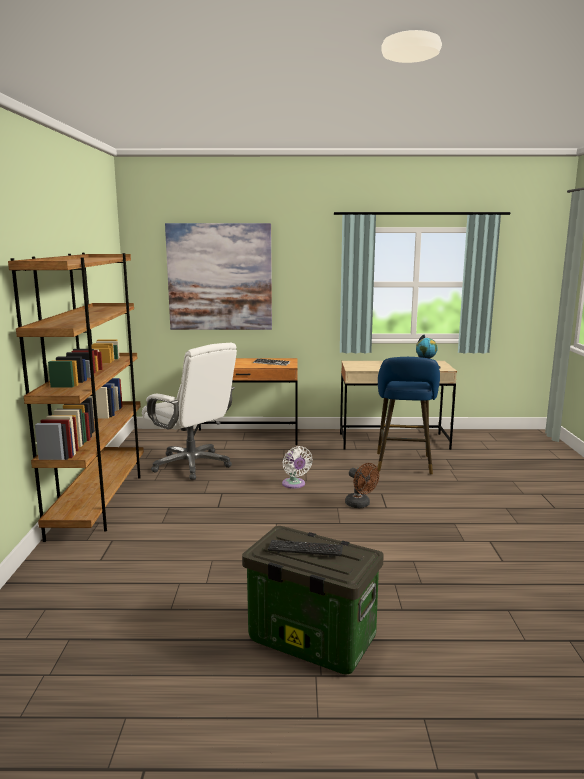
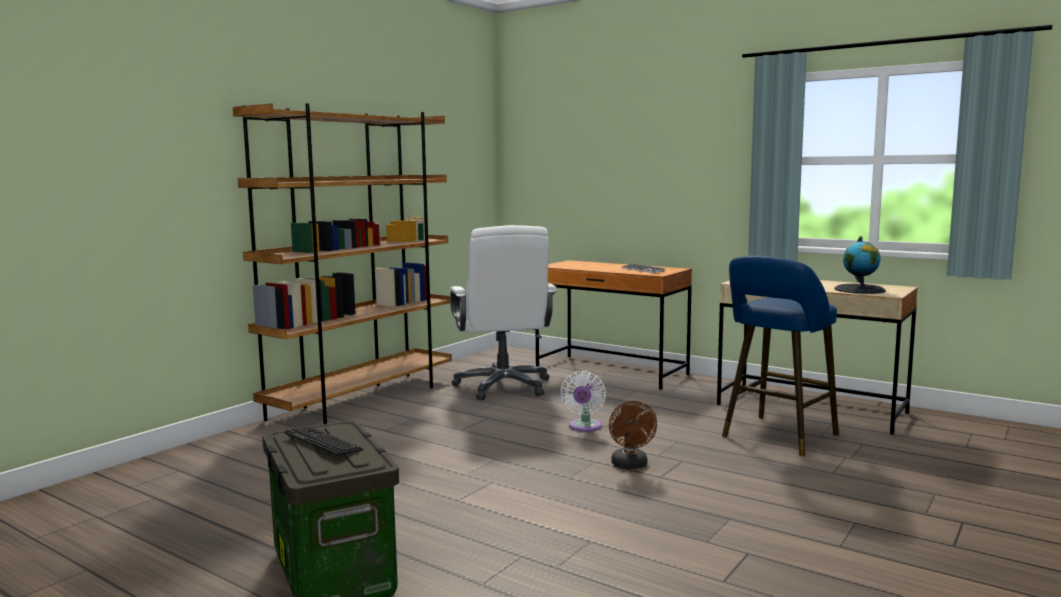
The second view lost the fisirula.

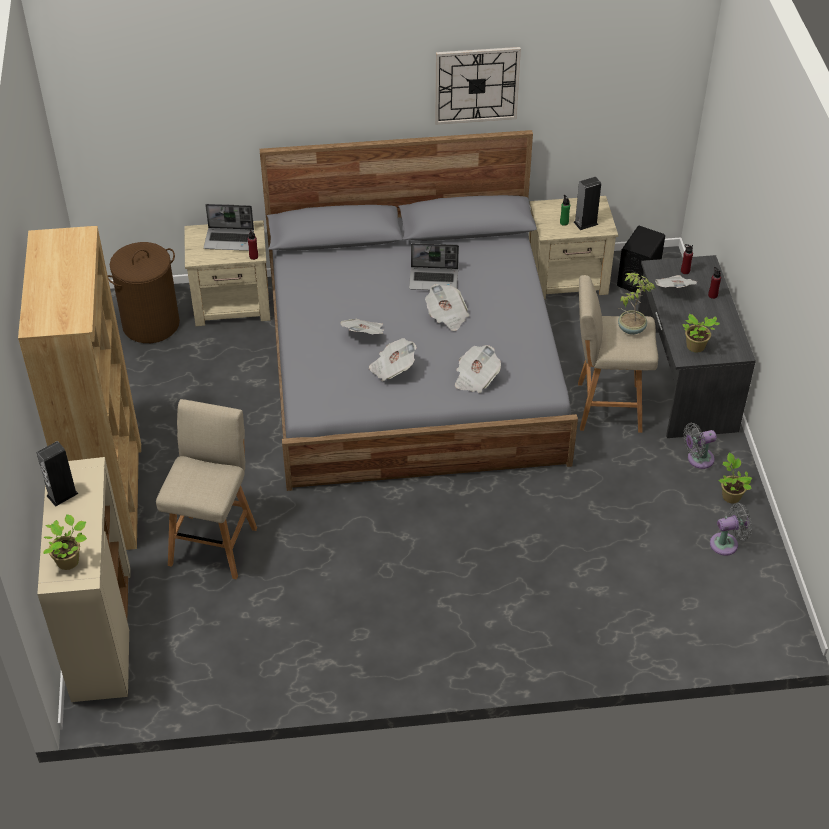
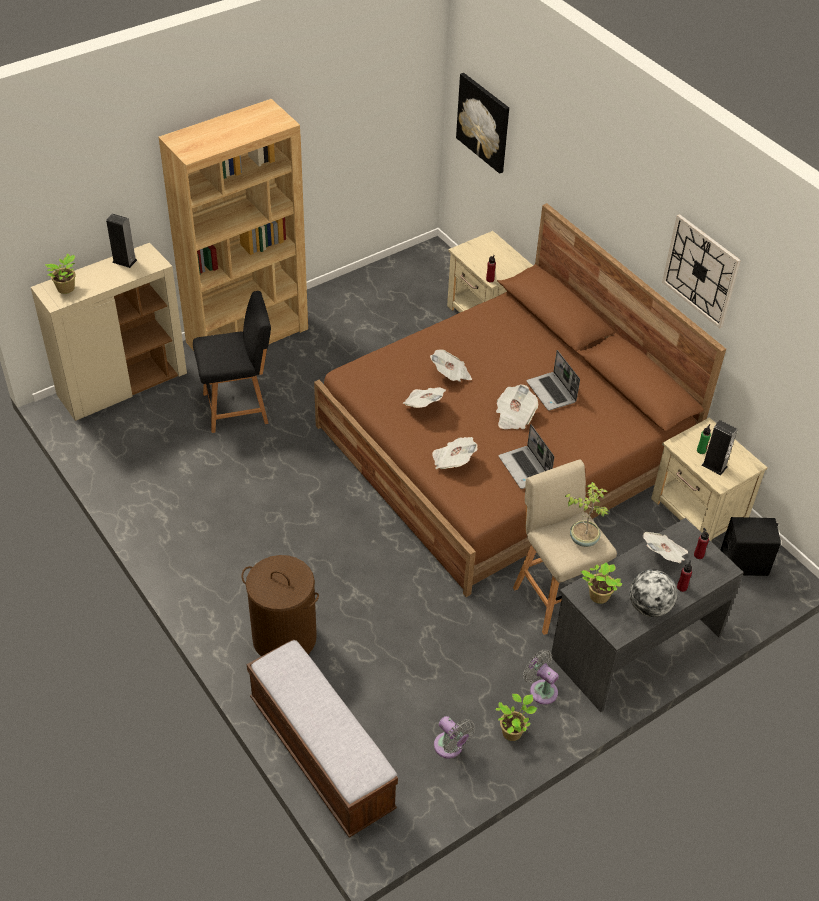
The second view gained the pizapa. The second view gained the fisirula. The second view gained the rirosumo. The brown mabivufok ended up elsewhere. The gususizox (no. 1 from left) ended up elsewhere. Where the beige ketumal (no. 1 from left) stood, the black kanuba came to stand. What was the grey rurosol turned into the brown rurosol.

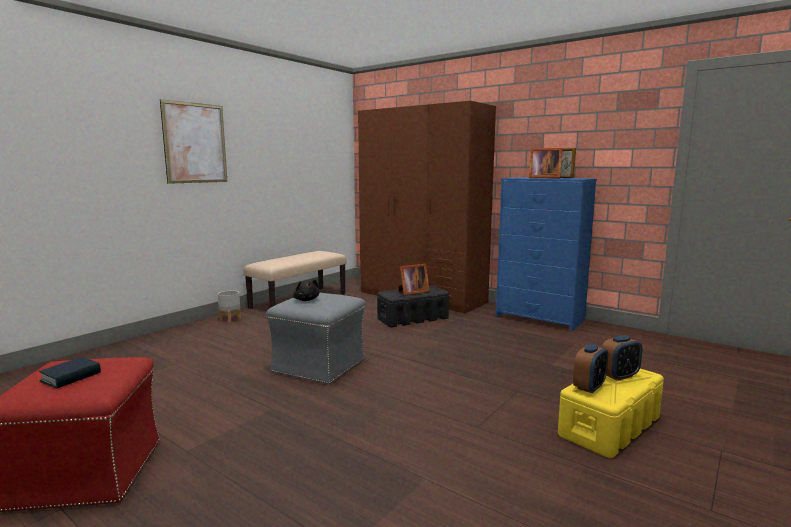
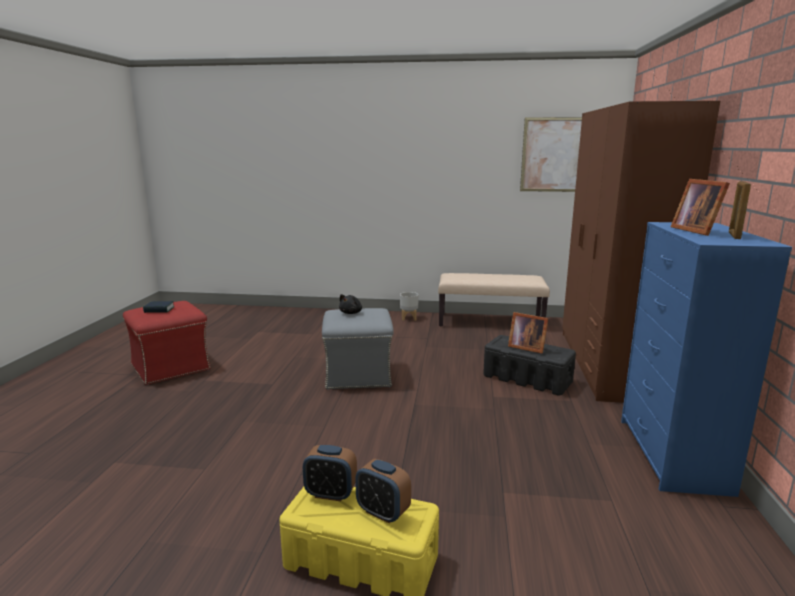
The fisirula ended up elsewhere.

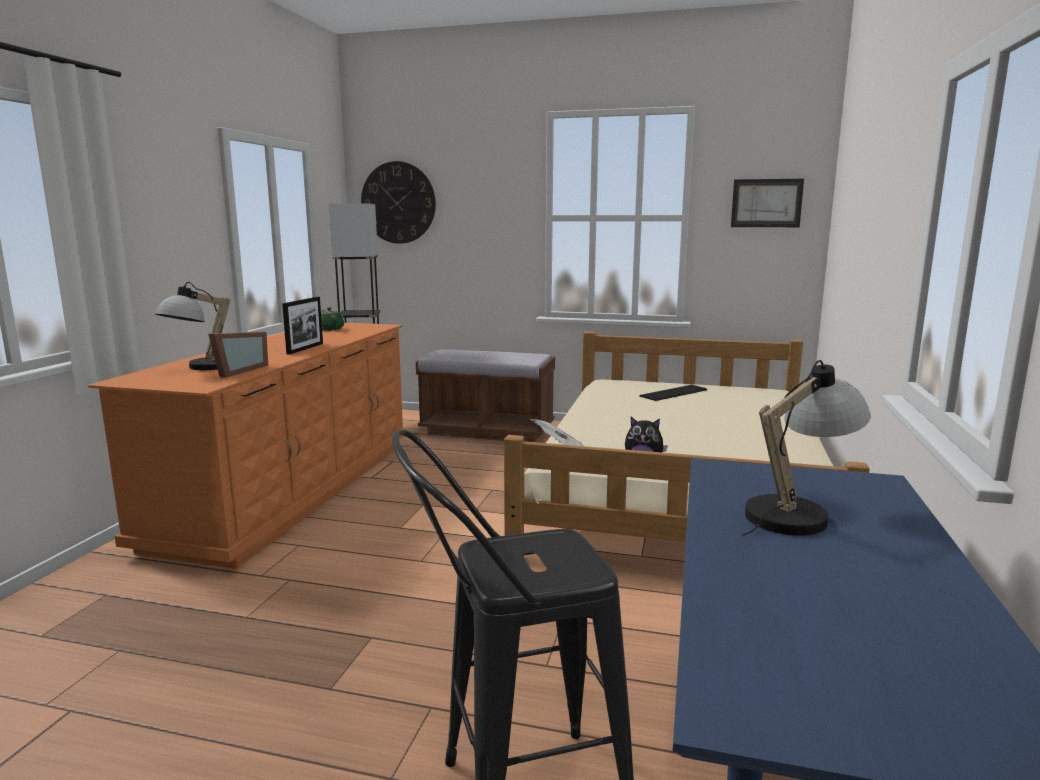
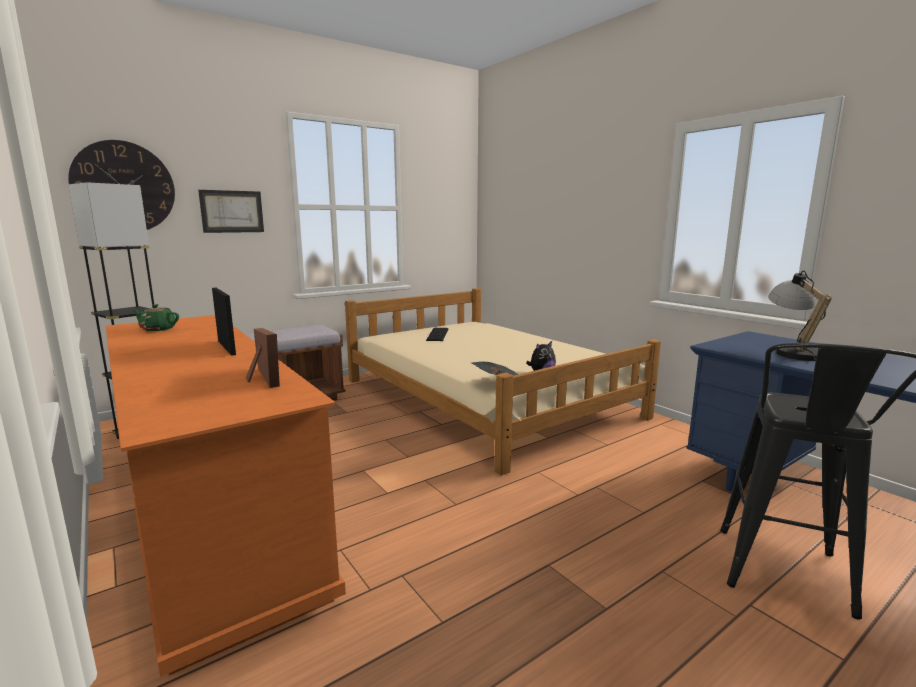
The second view lost the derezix (no. 1 from left). The fisirula ended up elsewhere.

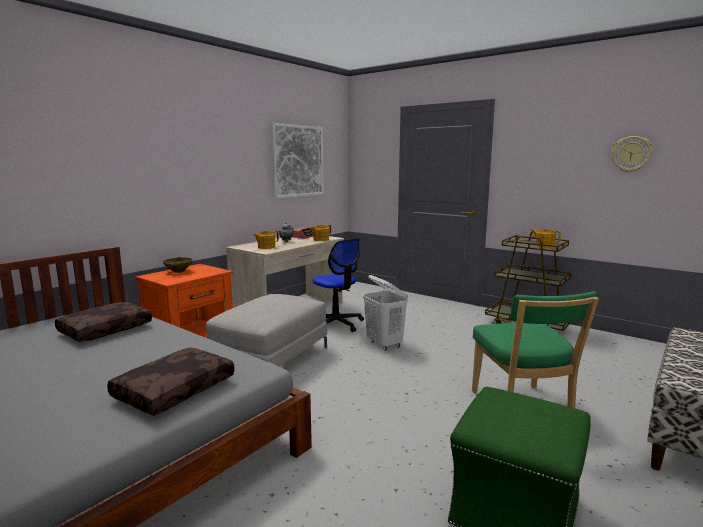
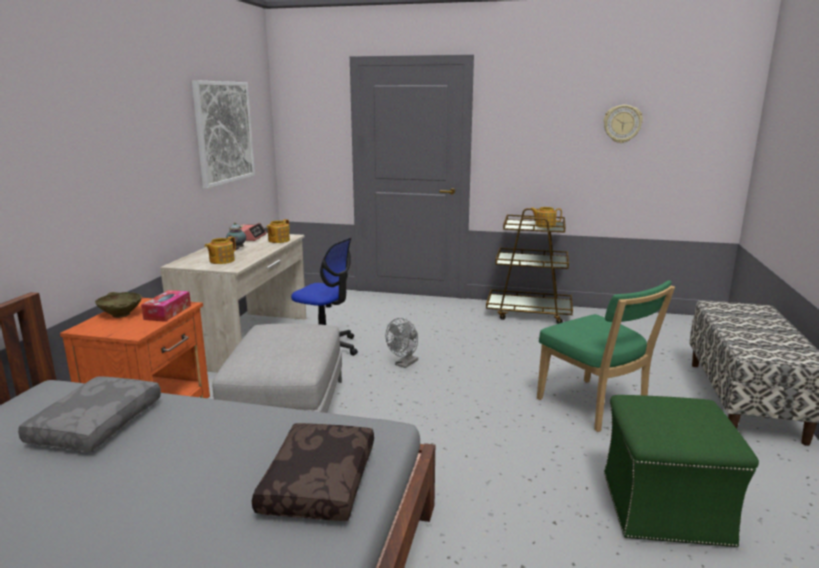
The second view gained the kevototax. Where the white mabivufok stood, the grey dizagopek came to stand. What was the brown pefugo (no. 1 from left) turned into the grey pefugo.

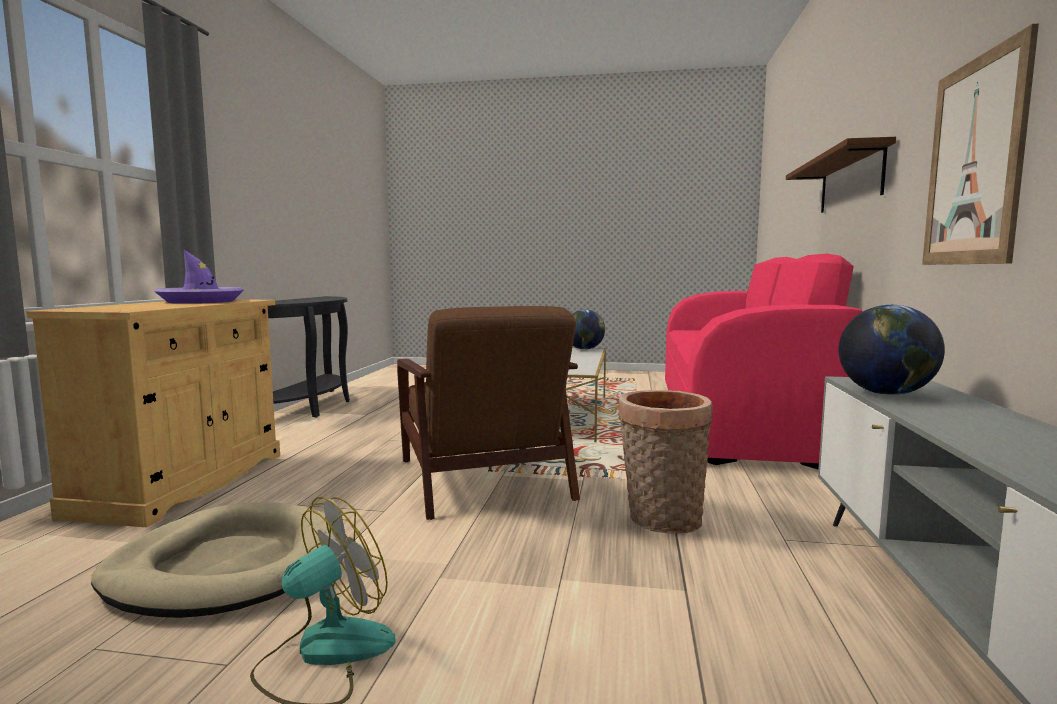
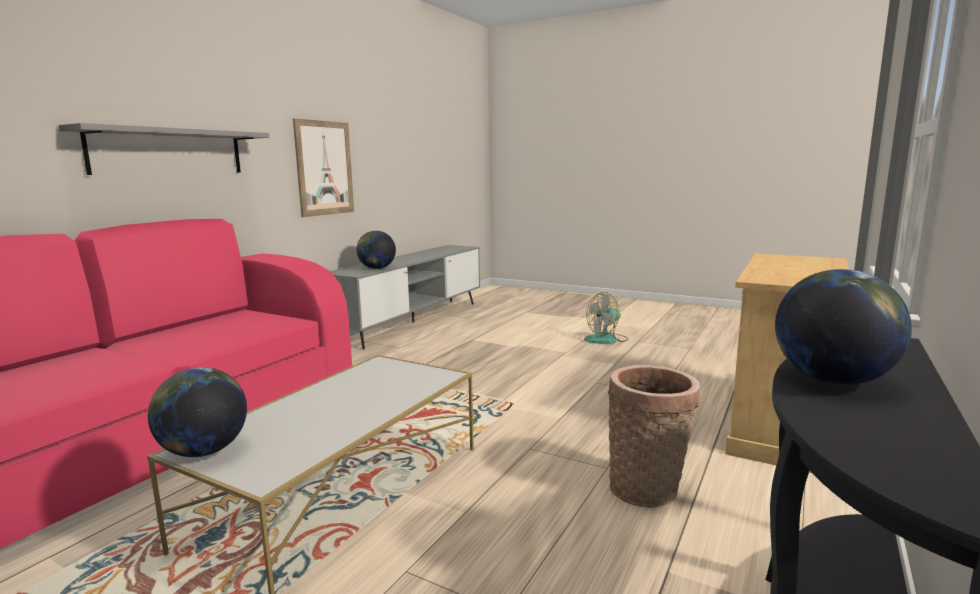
The second view lost the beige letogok. The second view lost the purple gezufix. The second view lost the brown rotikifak. The second view gained the rirosumo (no. 3 from left). The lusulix ended up elsewhere. What was the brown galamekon turned into the grey galamekon.

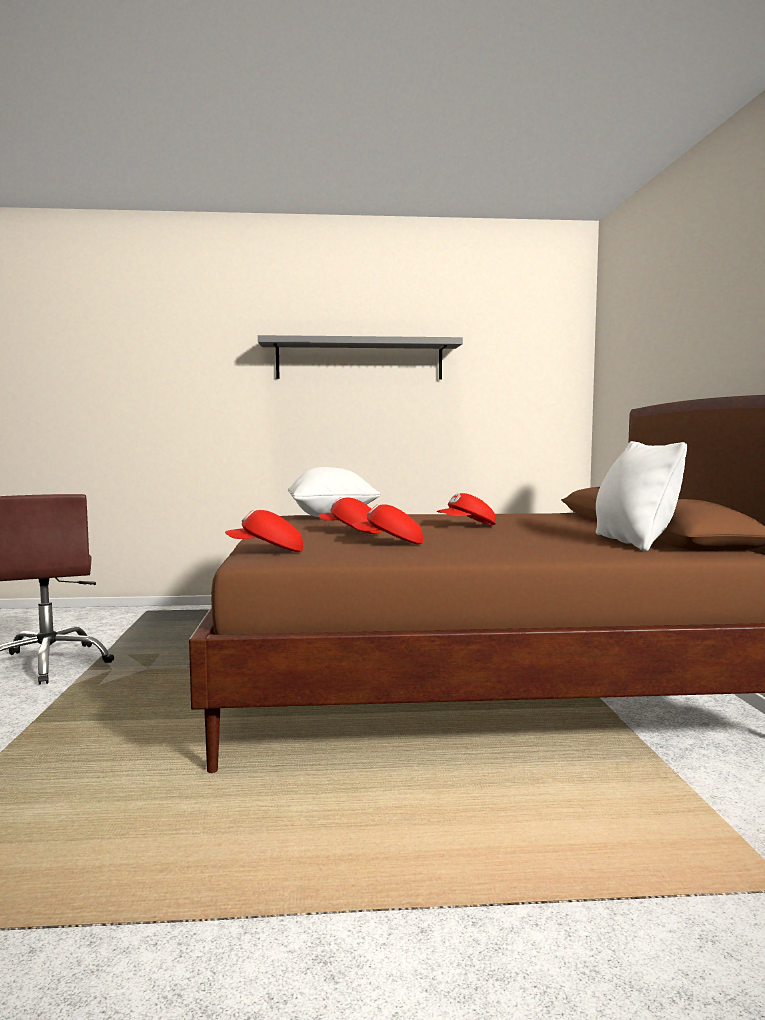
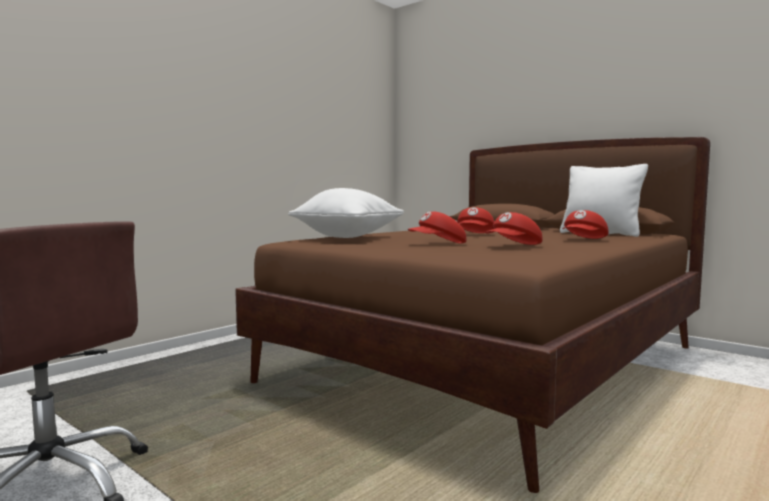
The second view lost the grey galamekon. The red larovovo (no. 1 from left in the first image) ended up elsewhere.

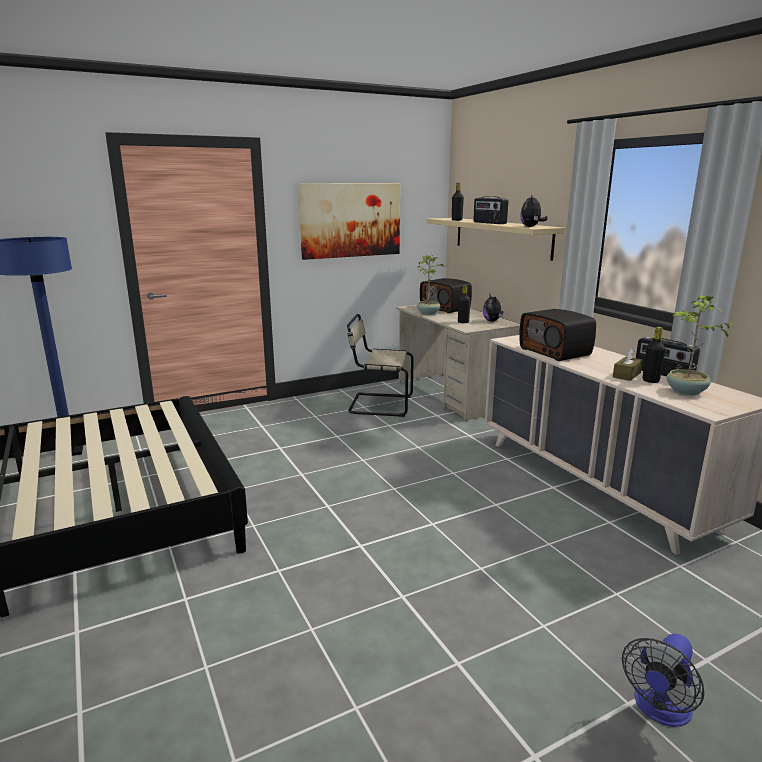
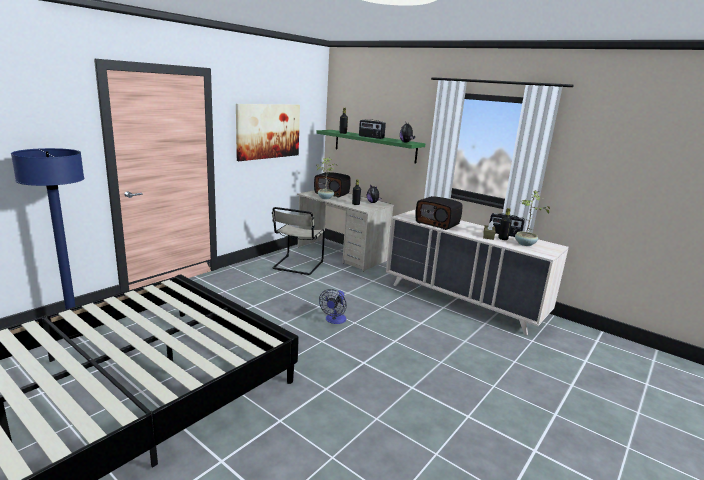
The dizagopek ended up elsewhere. What was the beige galamekon turned into the green galamekon. The beige kanuba ended up facing another way, 60 degrees counterclockwise from before.

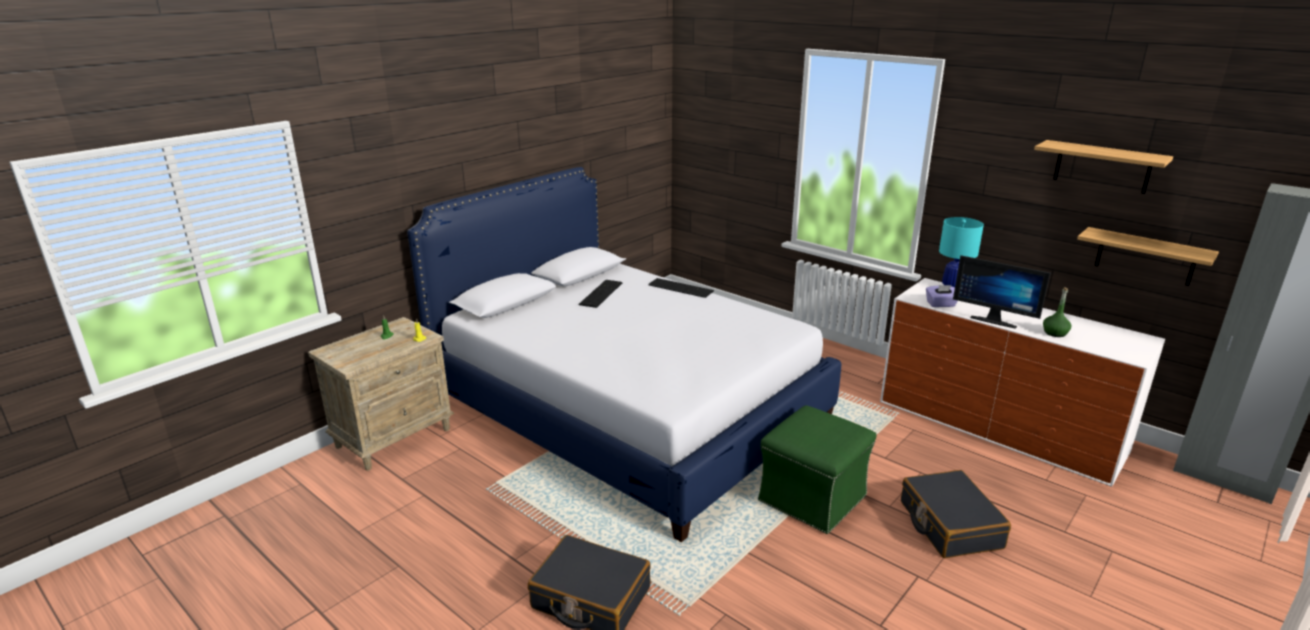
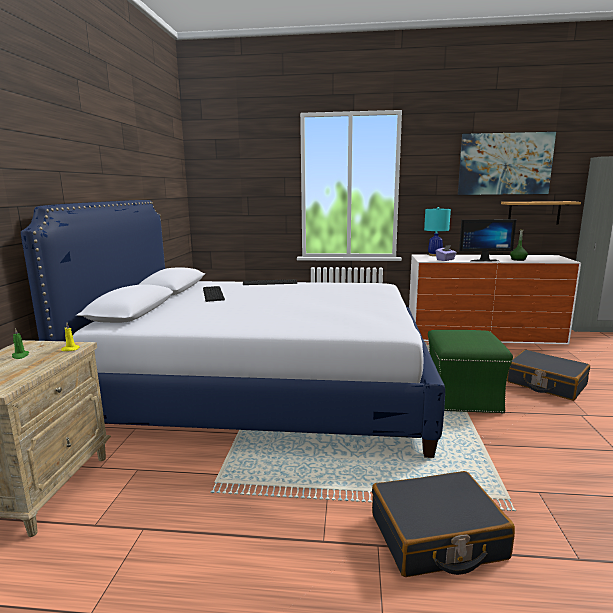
Where the galamekon (no. 1 from left) hung, the fisirula came to hang.

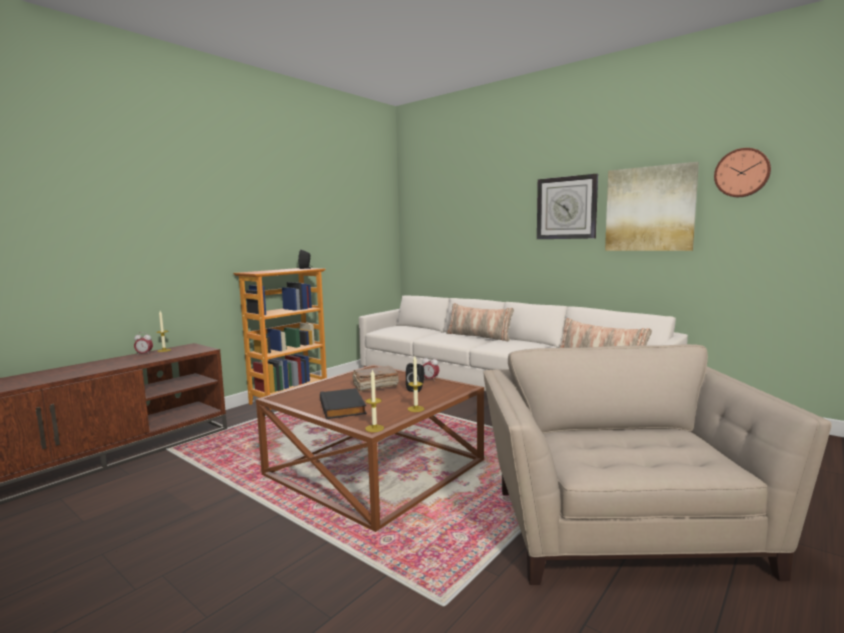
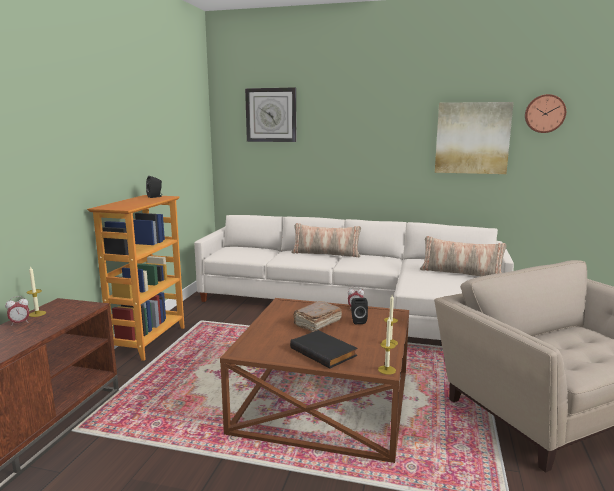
The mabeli (no. 1 from left) ended up elsewhere.

